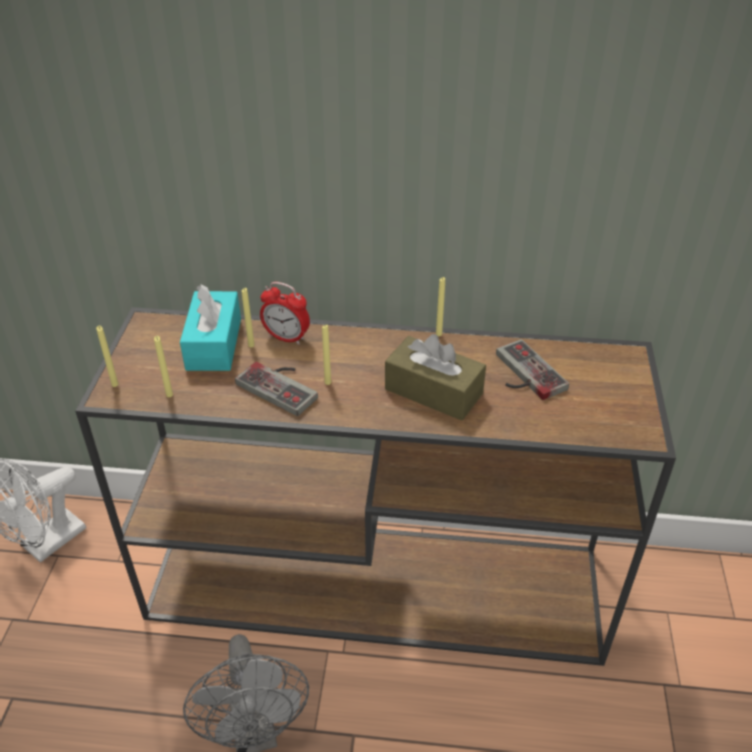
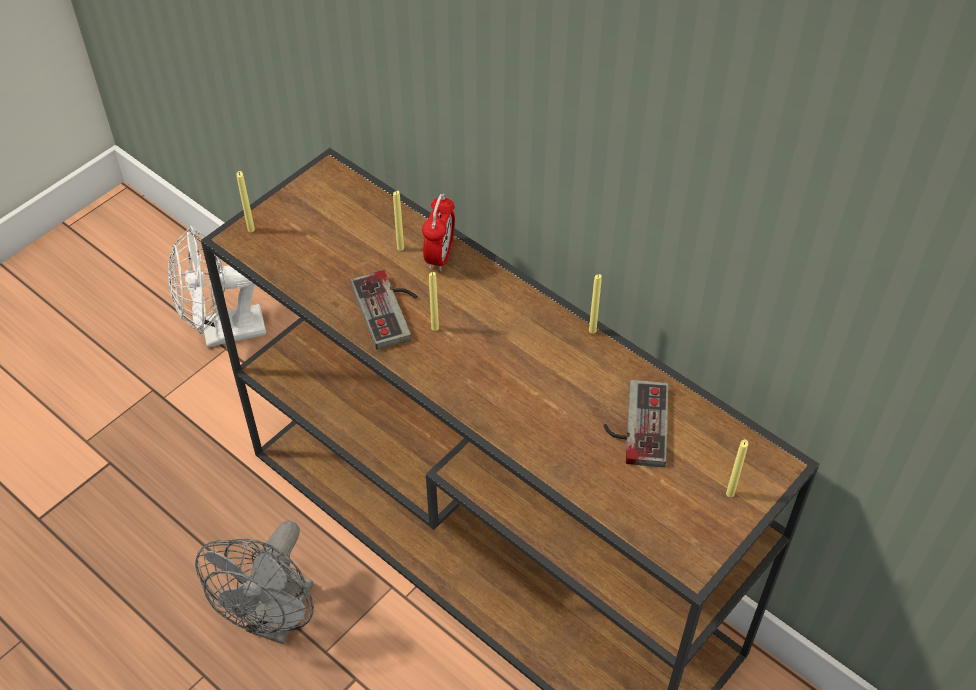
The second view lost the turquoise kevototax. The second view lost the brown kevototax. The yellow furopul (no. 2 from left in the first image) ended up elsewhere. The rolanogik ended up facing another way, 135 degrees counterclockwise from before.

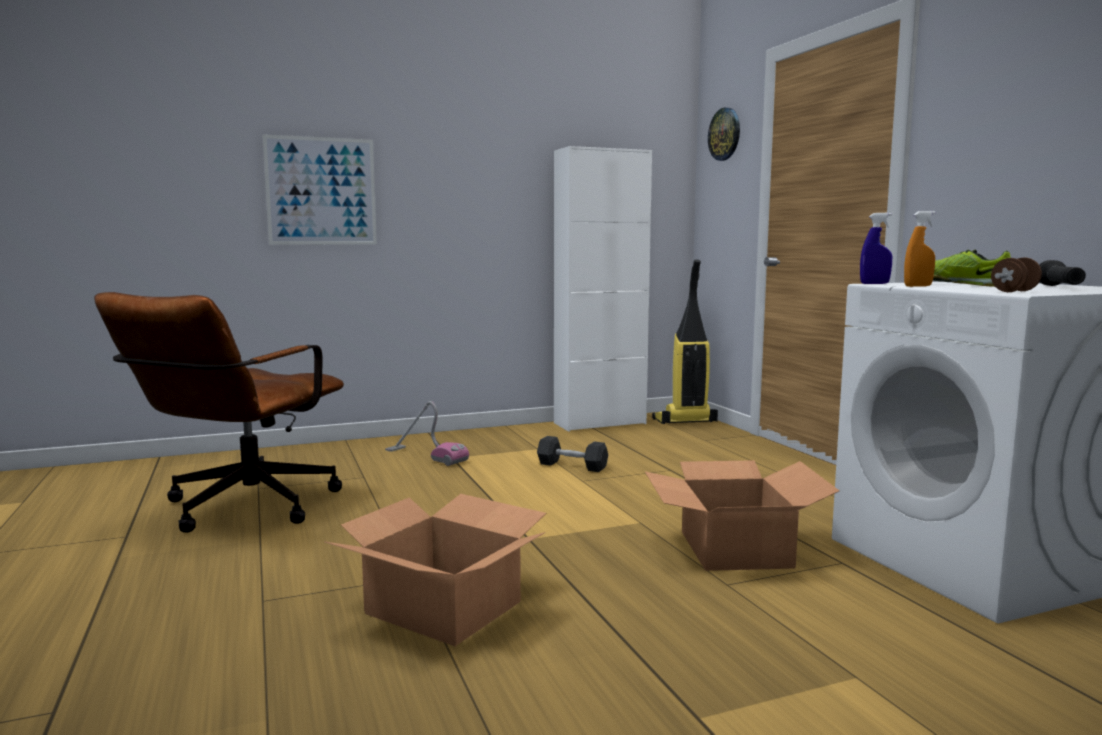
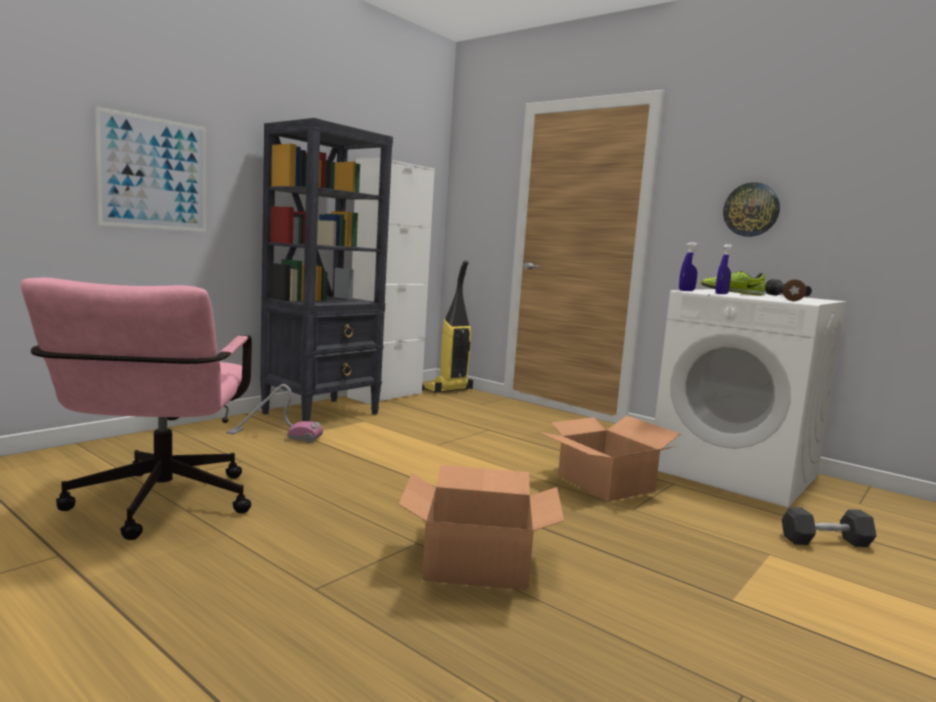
The second view gained the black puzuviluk. The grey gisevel ended up elsewhere. The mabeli ended up elsewhere. What was the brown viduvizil turned into the pink viduvizil. What was the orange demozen turned into the blue demozen (no. 2 from left).

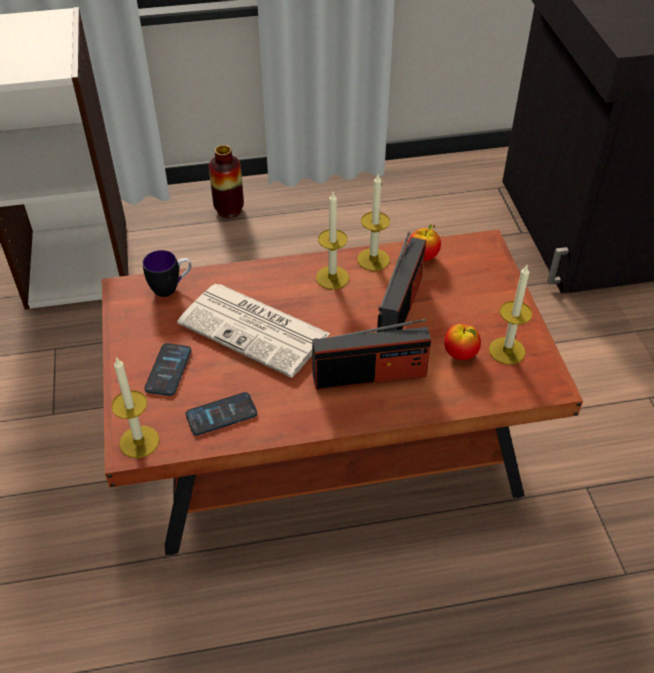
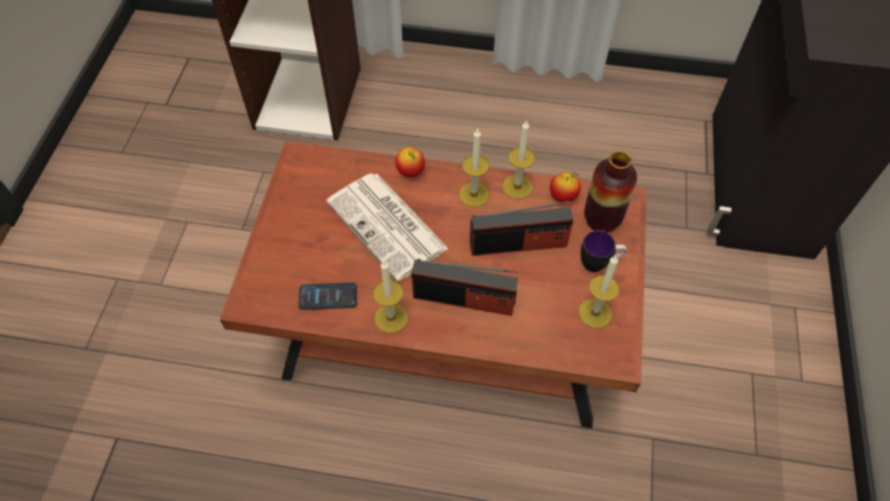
The second view lost the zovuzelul (no. 1 from left). The furopul (no. 1 from left) ended up elsewhere. The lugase ended up elsewhere. The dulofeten ended up elsewhere. The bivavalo (no. 2 from left in the first image) ended up elsewhere. The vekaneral (no. 2 from left) ended up facing another way, 45 degrees clockwise from before.

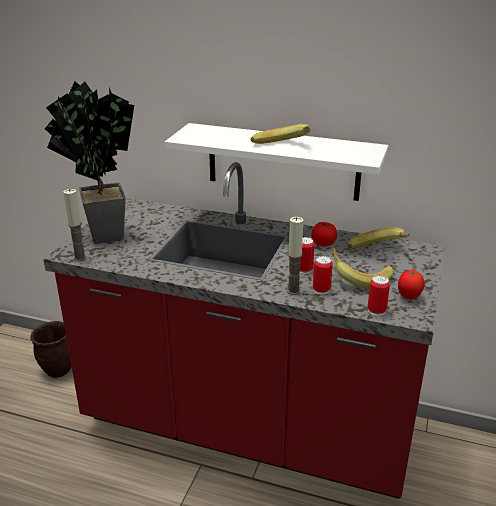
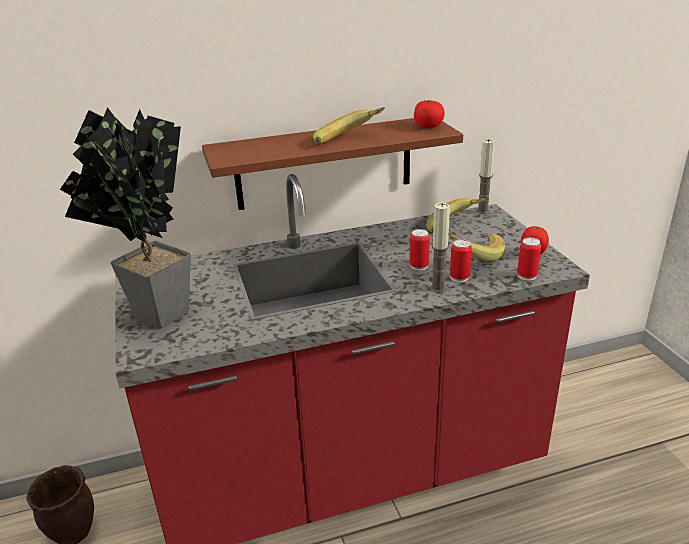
The furopul (no. 1 from left in the first image) ended up elsewhere. The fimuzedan (no. 1 from left) ended up elsewhere. What was the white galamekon turned into the brown galamekon.

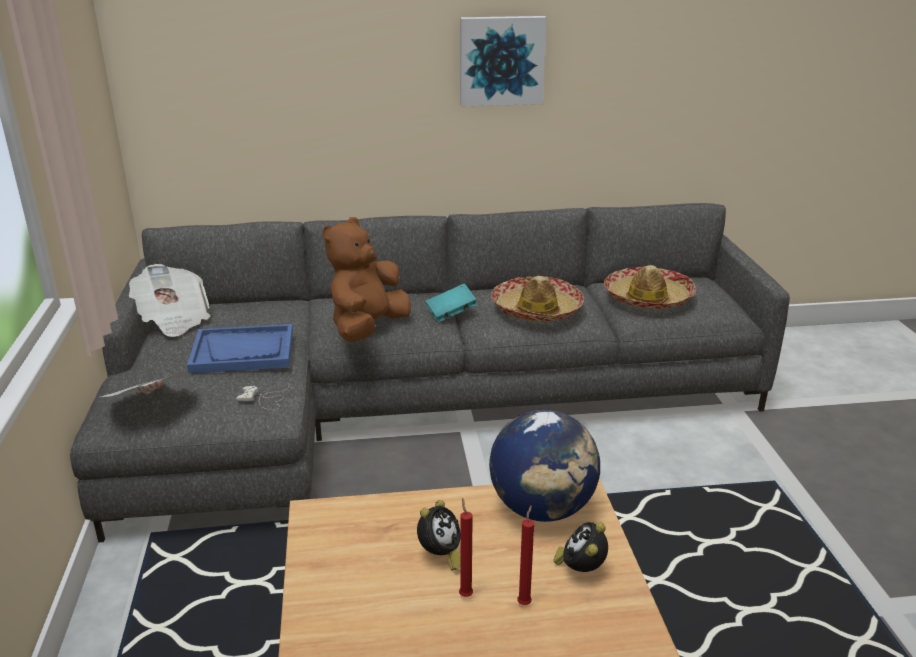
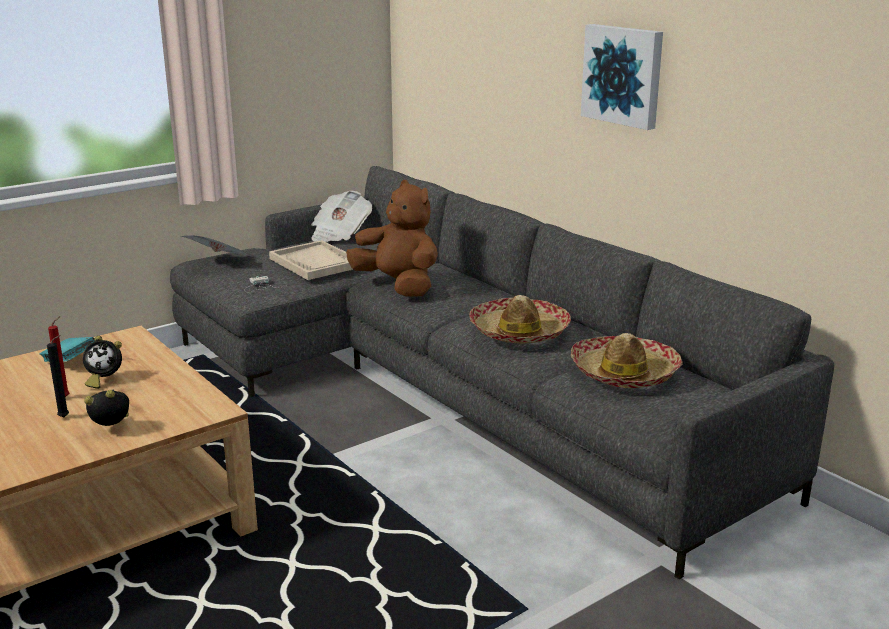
The second view lost the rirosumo. The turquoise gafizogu ended up elsewhere. What was the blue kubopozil turned into the beige kubopozil. What was the red furopul (no. 2 from left) turned into the black furopul. The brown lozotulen ended up facing another way, 45 degrees clockwise from before.

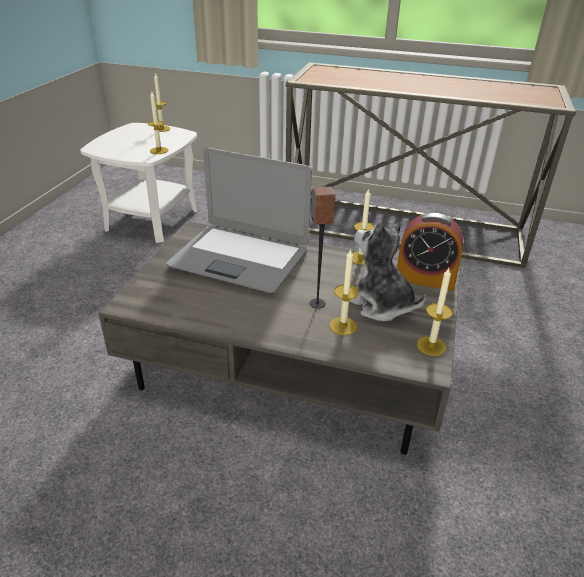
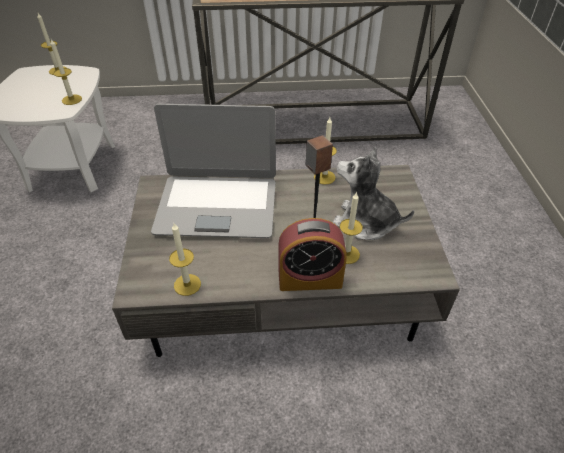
The rolanogik ended up elsewhere. The furopul (no. 5 from left in the first image) ended up elsewhere.

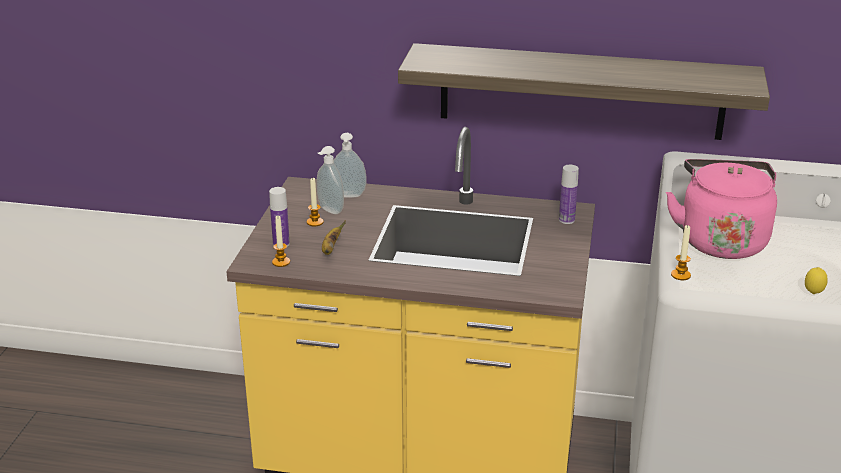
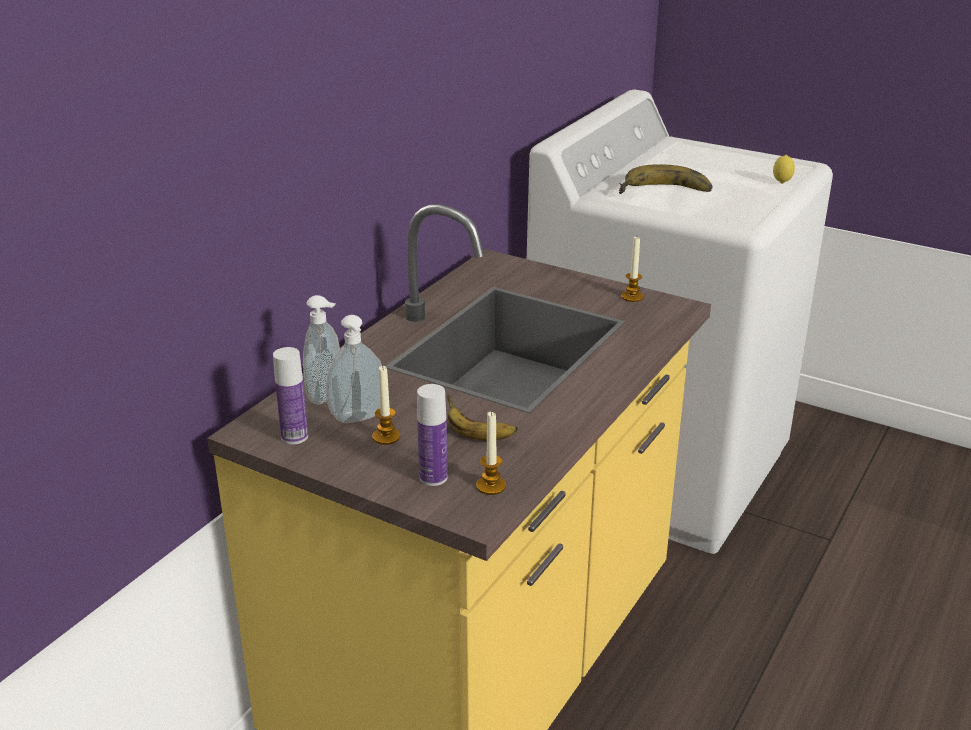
The second view lost the galamekon. The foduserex (no. 2 from left in the first image) ended up elsewhere. The furopul (no. 3 from left) ended up elsewhere. Where the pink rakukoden stood, the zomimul (no. 2 from left) came to stand.

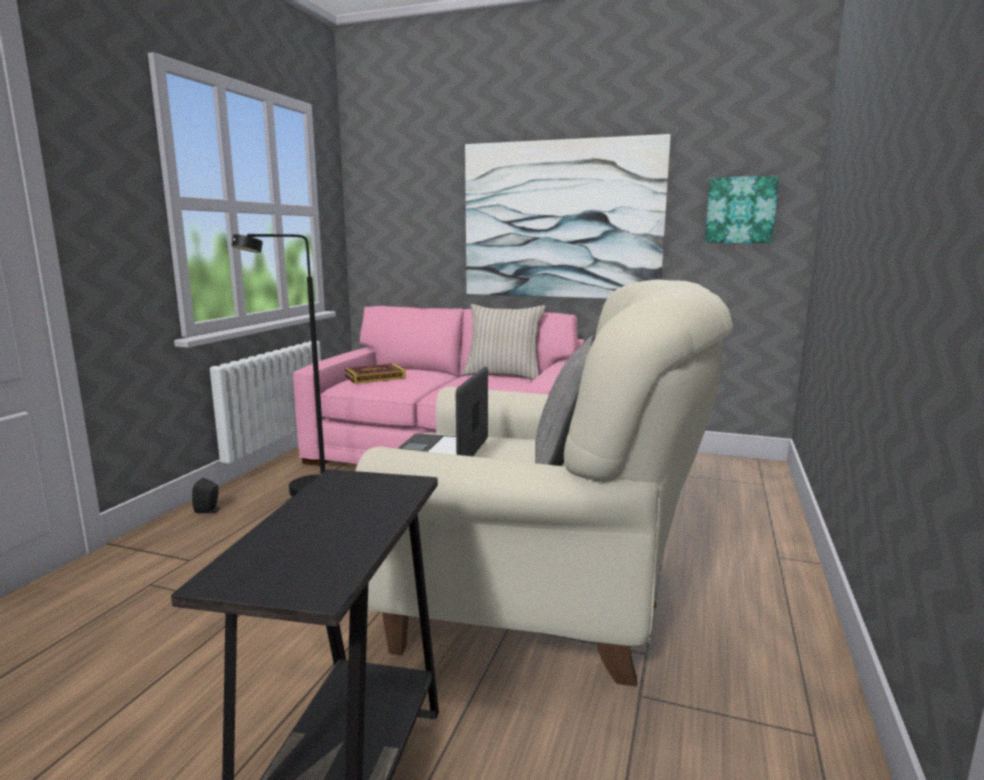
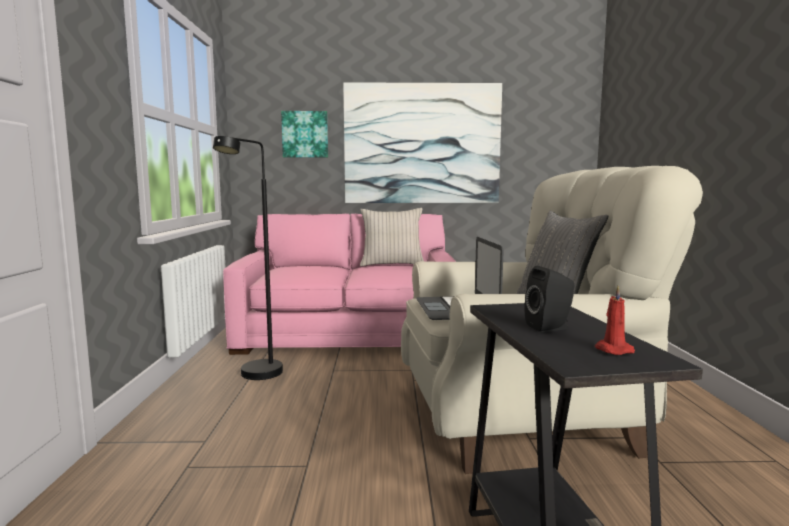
The second view lost the gafizogu. The second view gained the red furopul. The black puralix ended up elsewhere. The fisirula (no. 2 from left in the first image) ended up elsewhere.

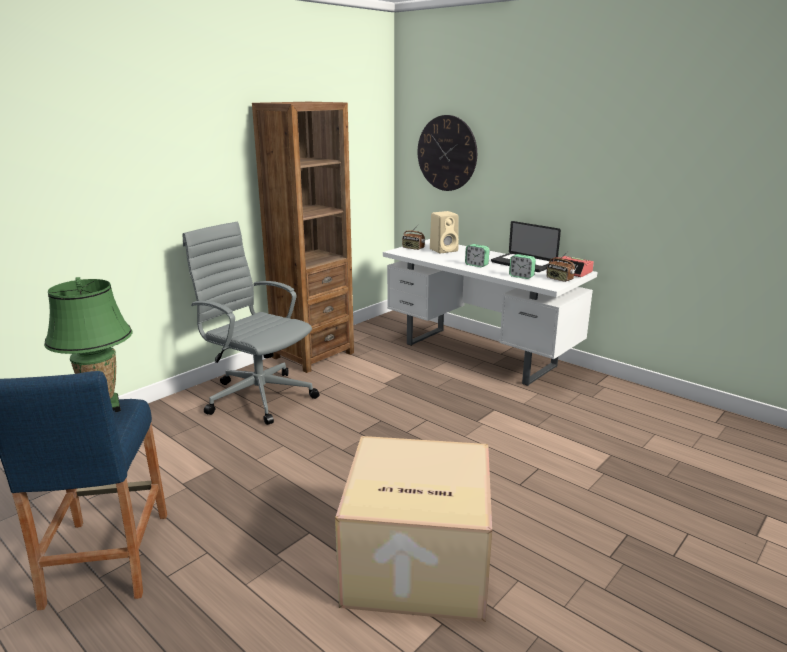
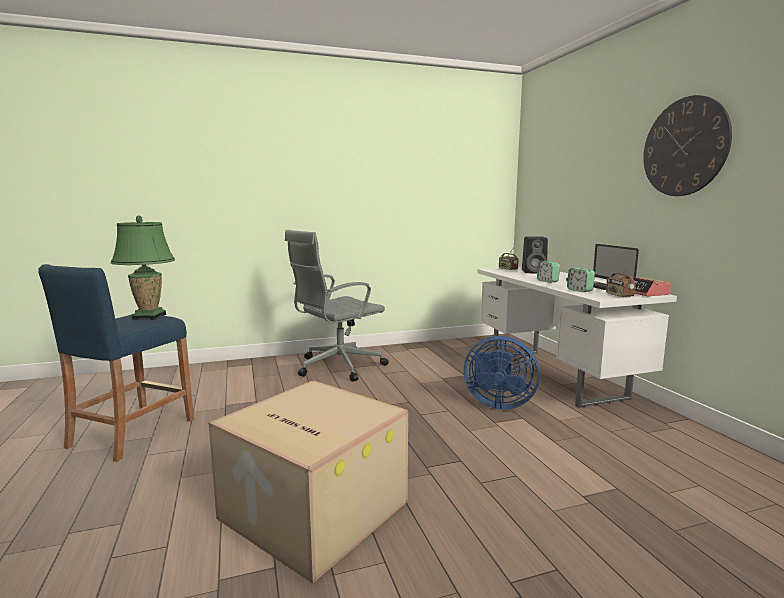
The second view lost the brown puzuviluk. The second view gained the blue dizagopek. The mabeli ended up elsewhere. What was the beige puralix turned into the black puralix. The grey viduvizil ended up facing another way, 105 degrees counterclockwise from before.

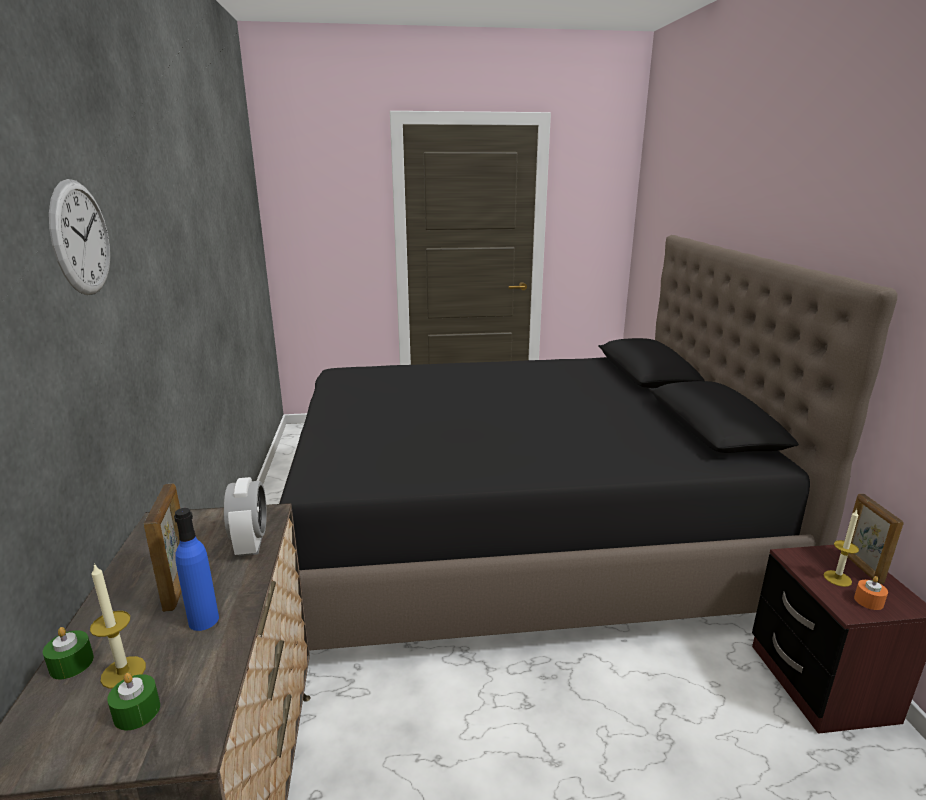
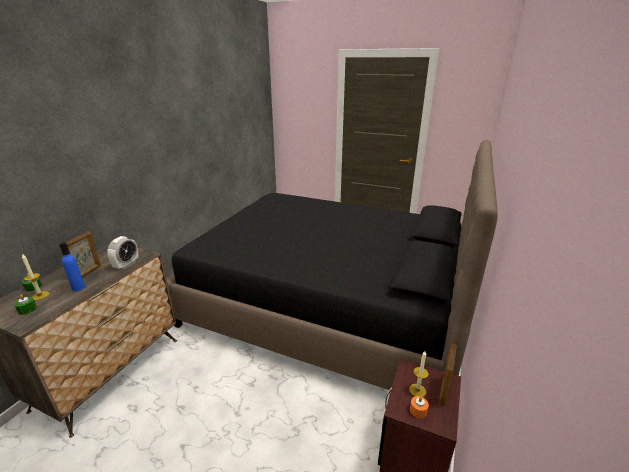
The second view lost the mabeli.

